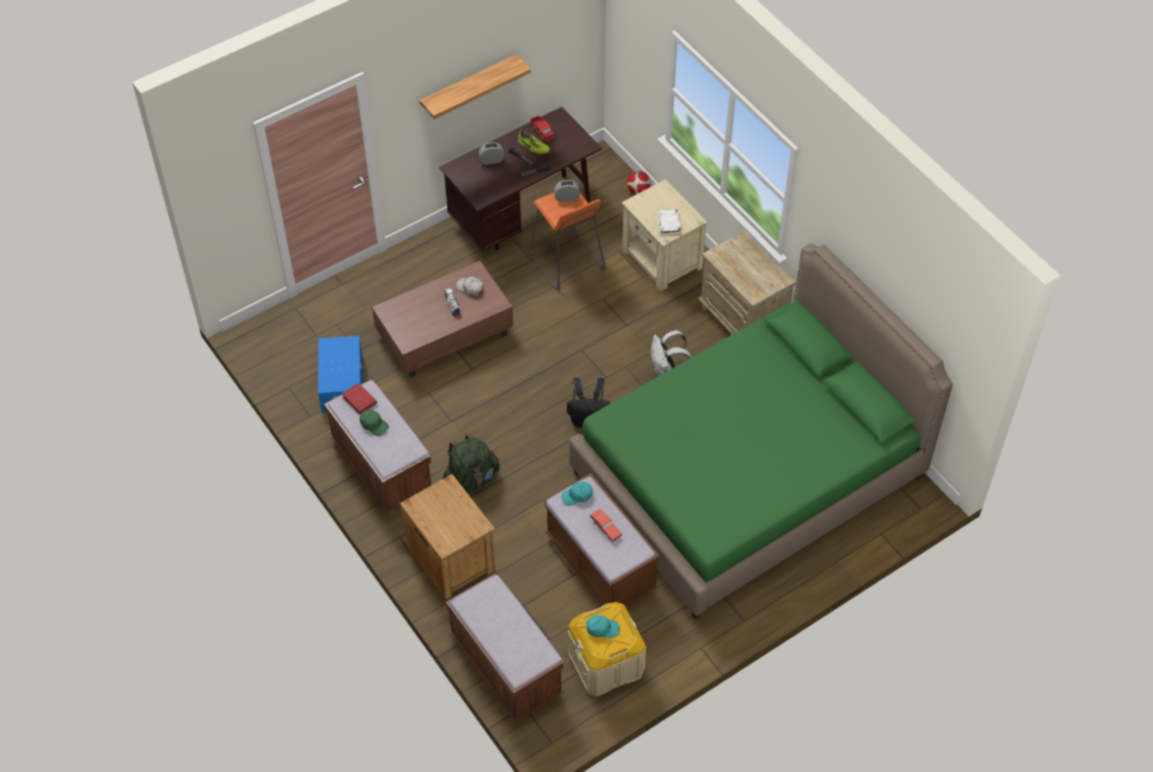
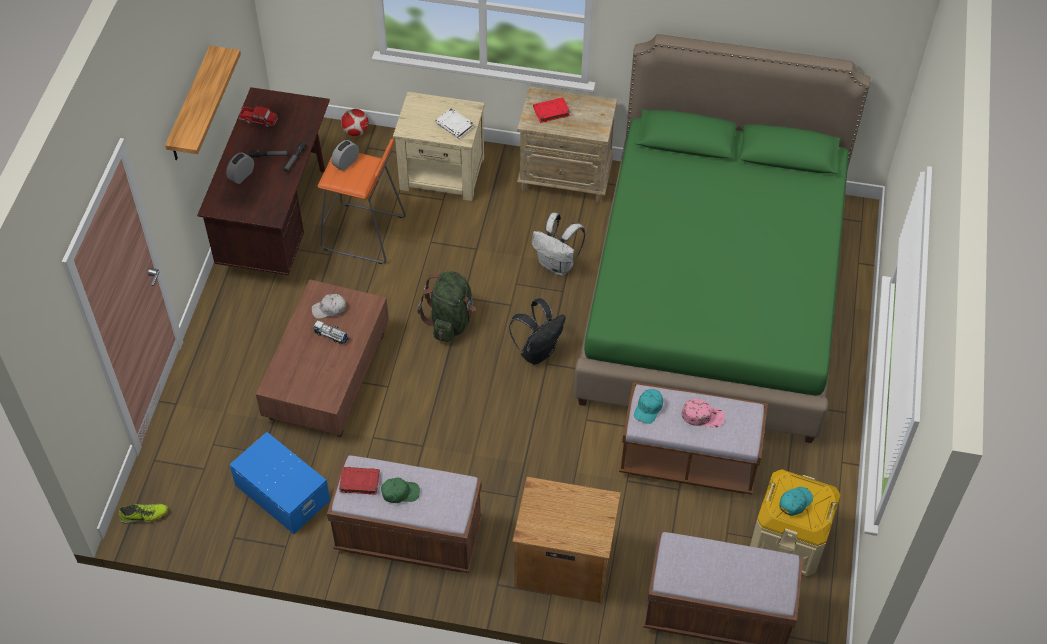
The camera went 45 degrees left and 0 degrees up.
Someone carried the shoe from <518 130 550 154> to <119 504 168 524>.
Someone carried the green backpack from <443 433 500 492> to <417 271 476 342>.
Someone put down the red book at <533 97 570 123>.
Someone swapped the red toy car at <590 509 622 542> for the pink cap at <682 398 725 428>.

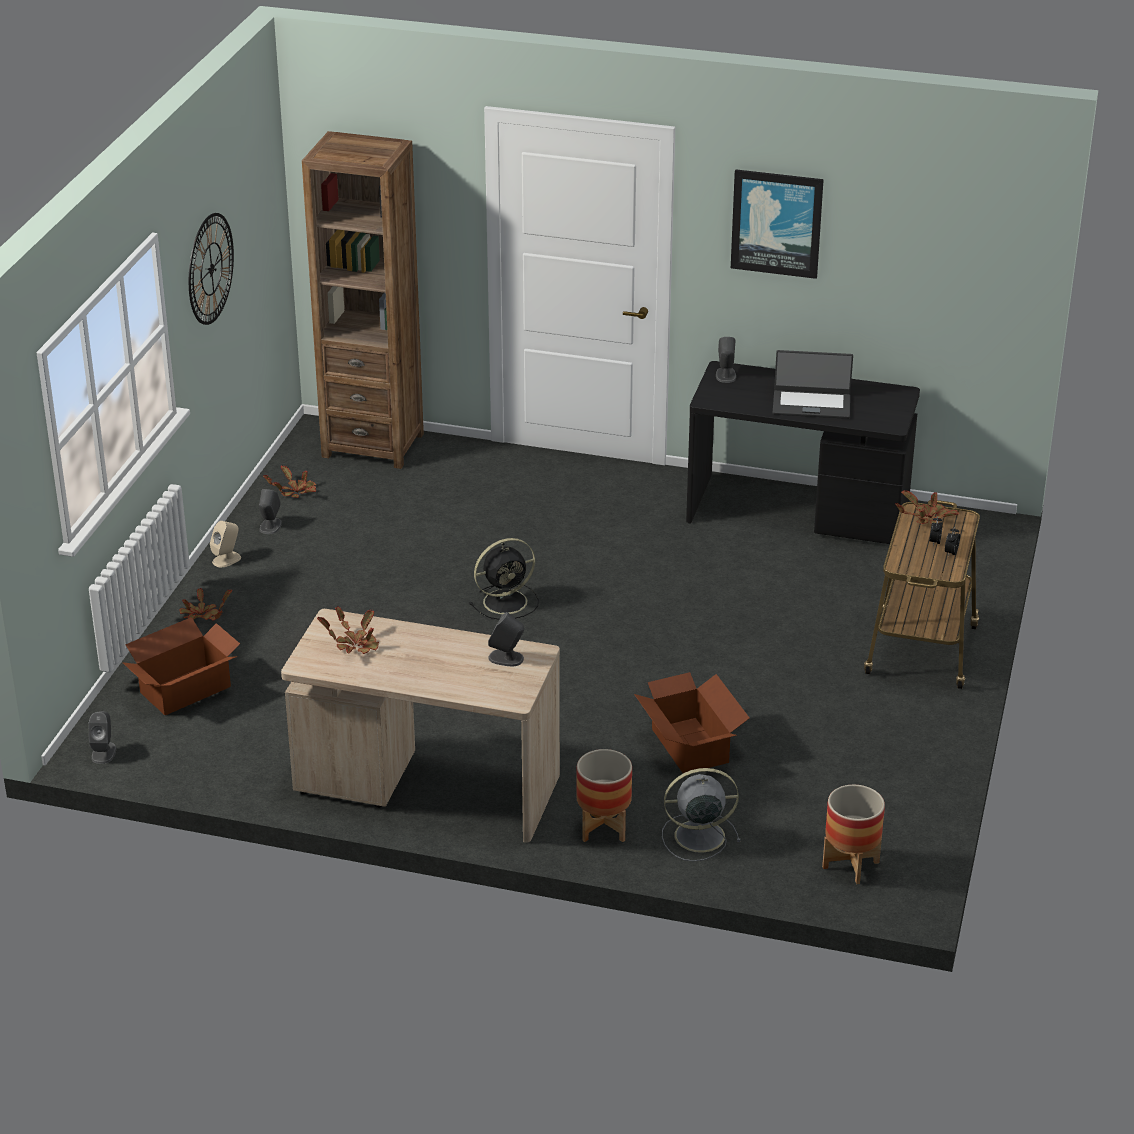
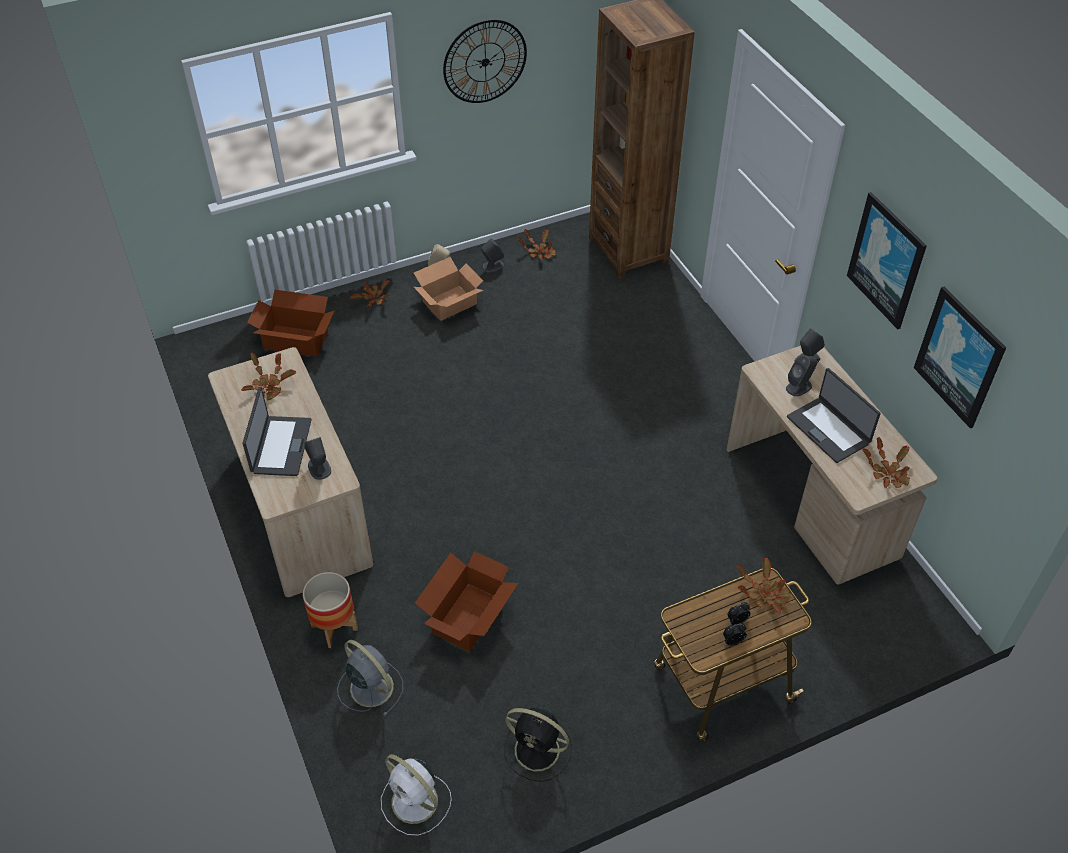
The camera went 50 degrees right and 15 degrees up.
Someone put down the laptop at <243 387 311 476>.
Someone swapped the planter at <822 785 885 884> for the white fan at <381 754 452 836>.
Someone put down the cardboard box at <414 257 483 321>.
Someone carried the black fan from <469 538 539 620> to <504 707 572 782>.
Someone repainted the black desk at <686 361 920 544>, which became the beige desk at <727 346 937 585>.
Someone carried the grey speaker from <89 711 116 764> to <786 355 817 396>.
Someone put down the potted plant at <862 437 910 488>.
Someone put up the picture at <914 287 1006 428>.

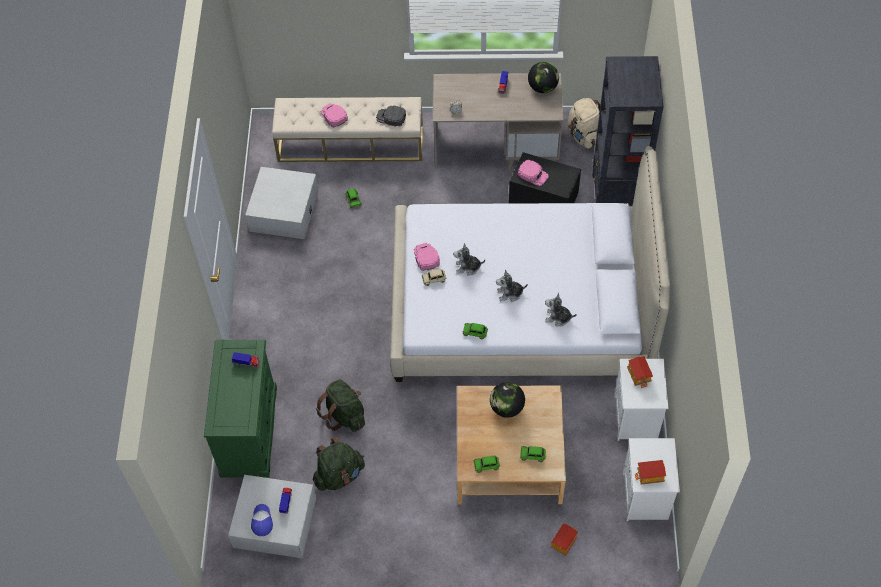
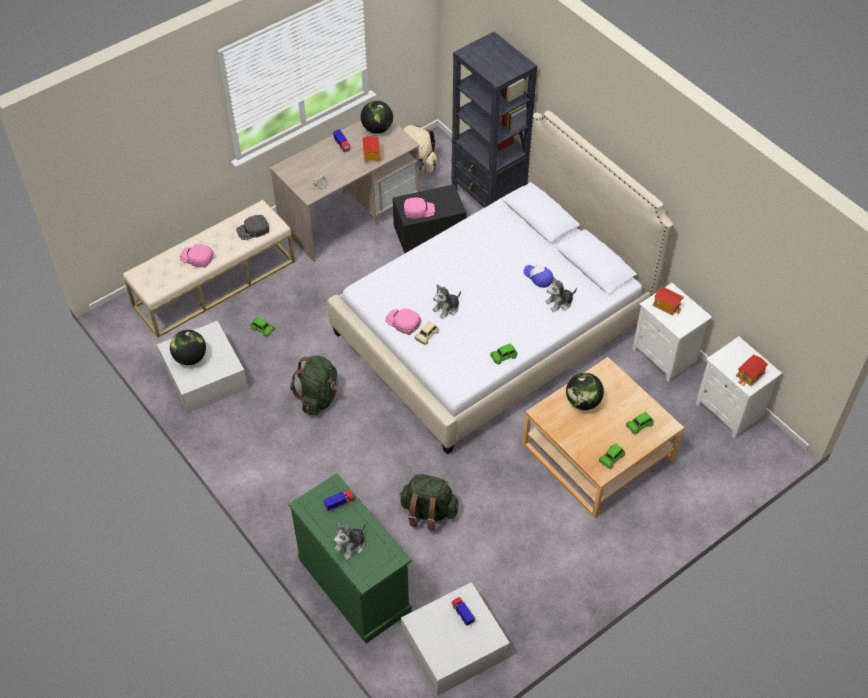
The camera went 40 degrees left and 5 degrees down.
Someone put down the globe at <170 330 206 365>.
Someone carried the green backpack from <313 436 365 491> to <290 355 339 416>.
Someone carried the plush toy from <496 269 528 302> to <334 522 366 560>.
Someone carried the toy house from <550 523 578 556> to <362 136 381 162>.
Someone carried the cap from <251 504 273 536> to <523 265 553 288>.

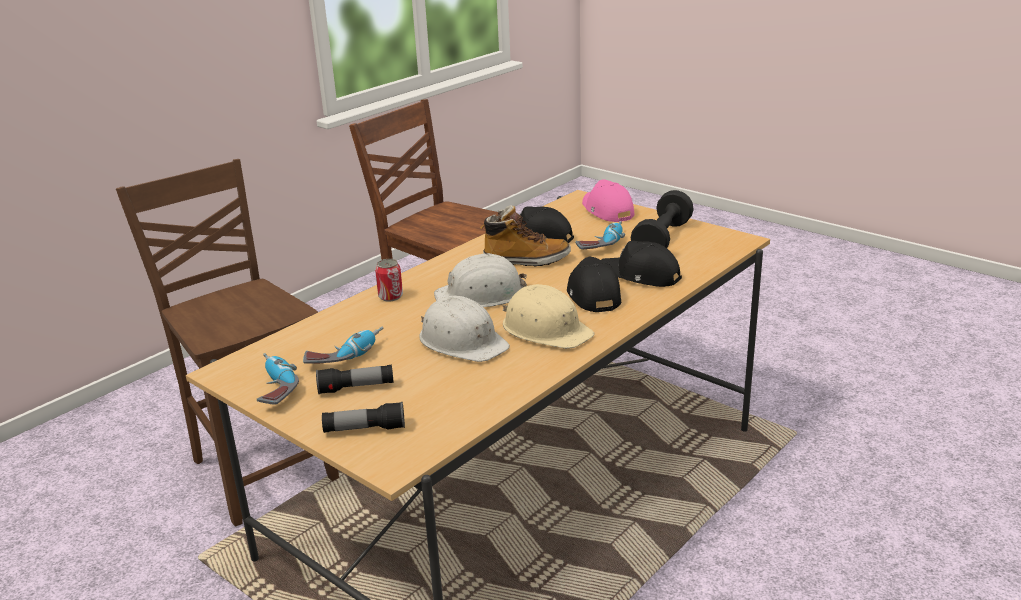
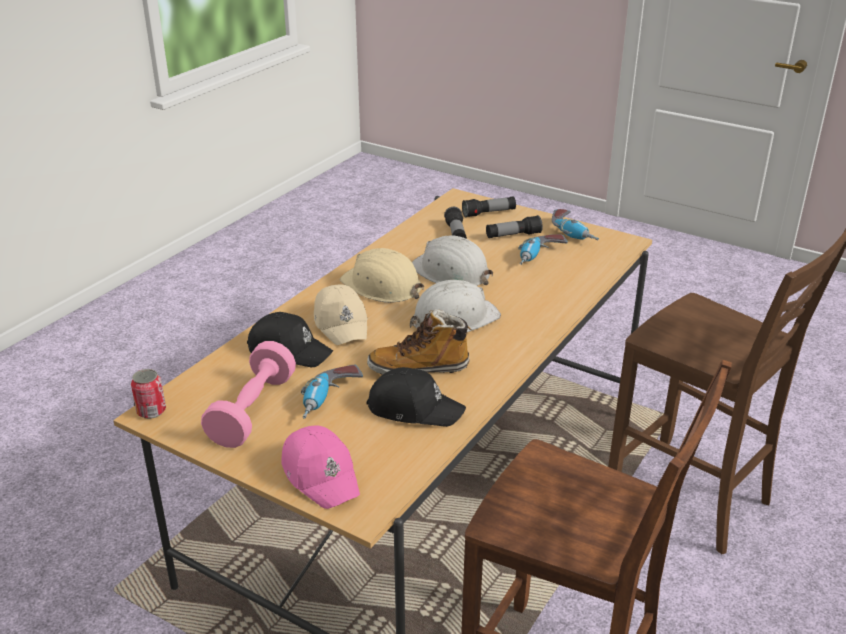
The camera went 170 degrees right and 5 degrees up.
Someone carried the can from <375 259 403 301> to <131 369 166 419>.
Someone repainted the black dumbbell at <631 190 694 248>, which became the pink dumbbell at <201 341 296 448>.
Someone repainted the black cap at <567 257 621 312>, which became the beige cap at <314 285 368 345>.
Someone put down the flashlight at <444 207 467 239>.

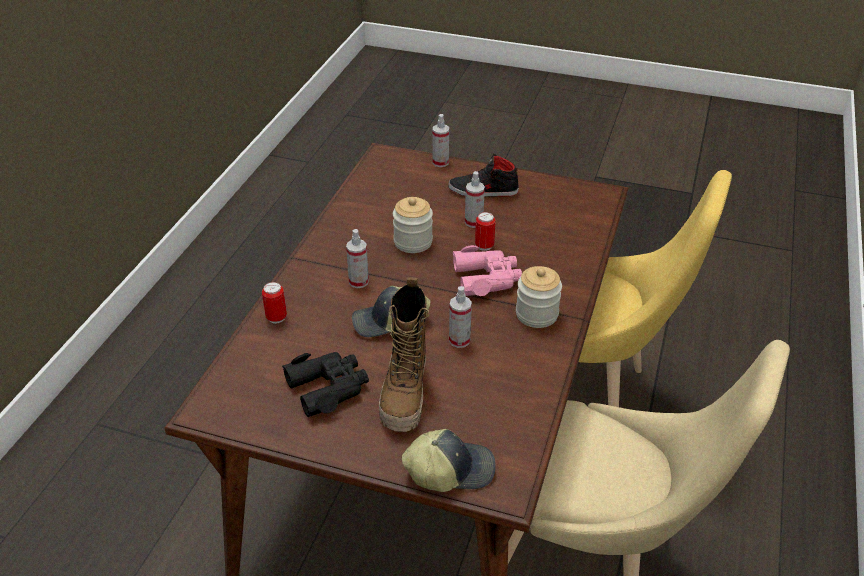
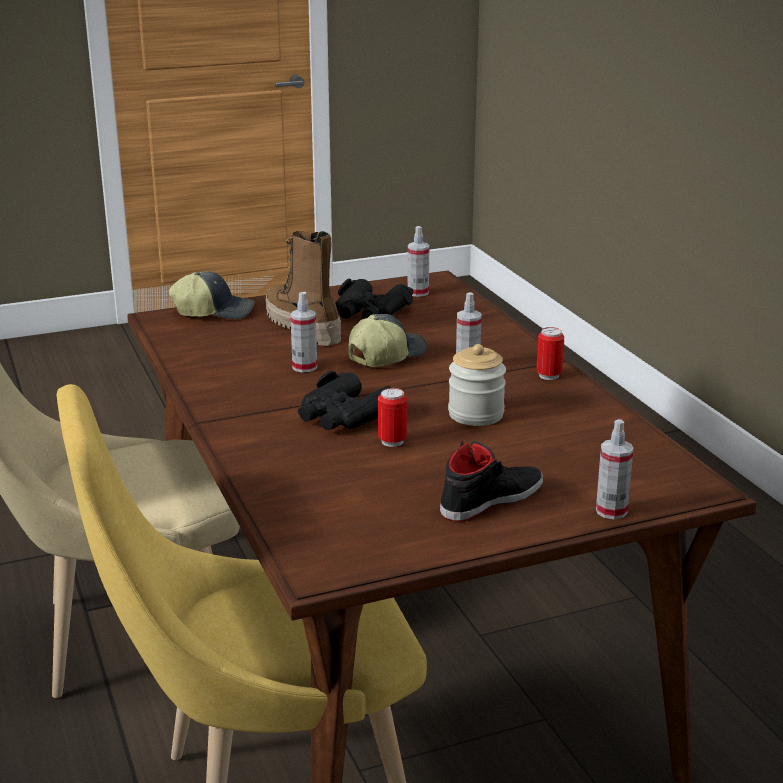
The camera went 140 degrees right and 15 degrees down.
Someone rotated the cap at <402 429 496 492> by 135 degrees counterclockwise.
Someone repainted the pink binoculars at <453 245 522 296>, which became the black binoculars at <298 371 393 430>.
Someone carried the spray bottle from <465 171 485 228> to <407 226 429 297>.
Someone carried the can from <262 282 287 323> to <536 327 564 380>.
Someone took away the jar at <516 266 562 328>.

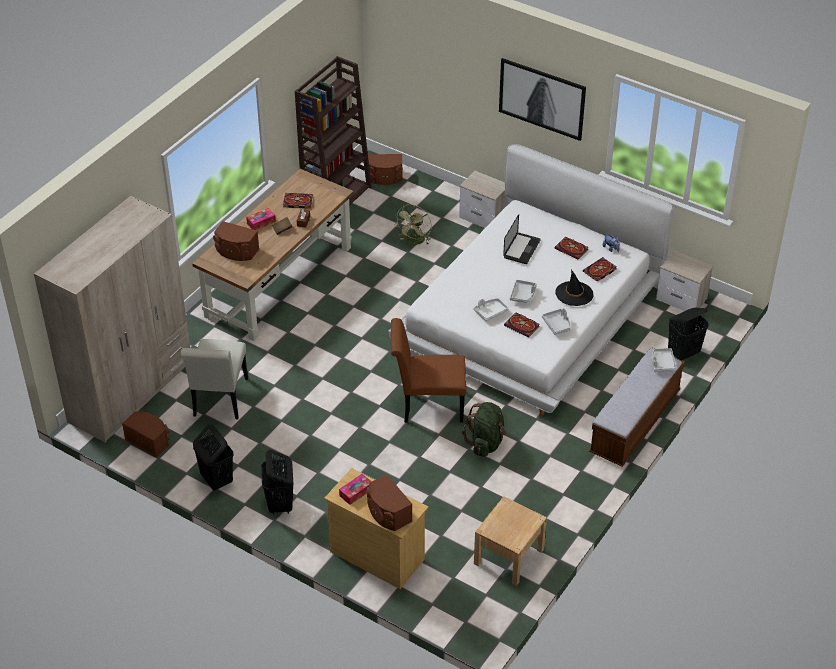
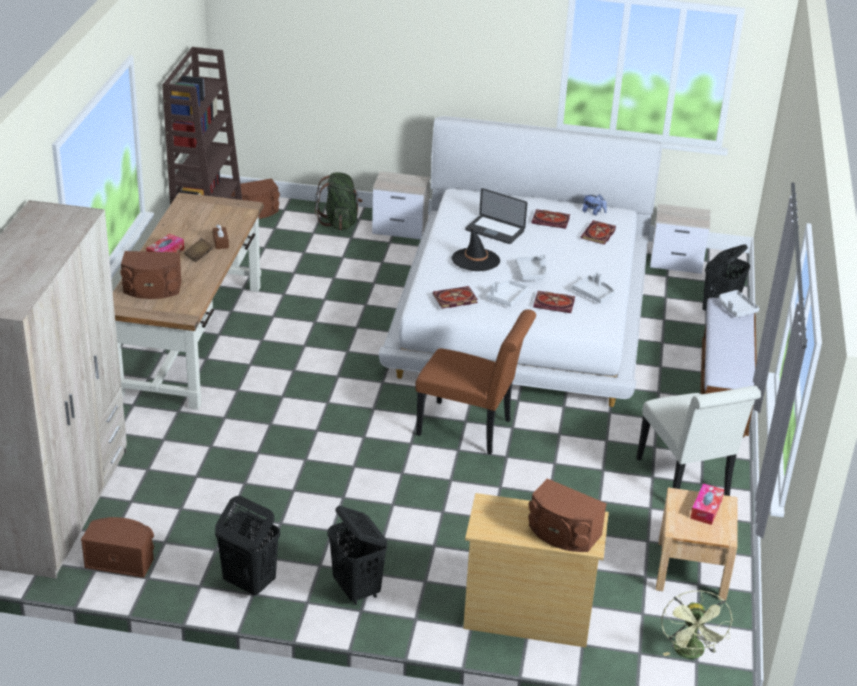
The camera went 25 degrees left and 10 degrees down.
Someone carried the green backpack from <462 402 507 457> to <315 172 363 230>.
Someone rotated the brown chair at <391 318 467 423> by 135 degrees counterclockwise.
Someone carried the book from <283 193 313 208> to <433 286 478 308>.
Someone carried the black hat from <555 270 594 306> to <452 226 500 271>.
Someone rotated the laptop at <503 214 541 264> by 120 degrees clockwise.
Someone carried the white chair from <181 339 248 419> to <636 386 761 496>.
Someone carried the green fan from <394 204 432 245> to <661 590 733 659>.
Someone carried the tissue box from <339 474 371 505> to <690 483 724 525>.
Someone took away the picture at <499 58 586 141>.

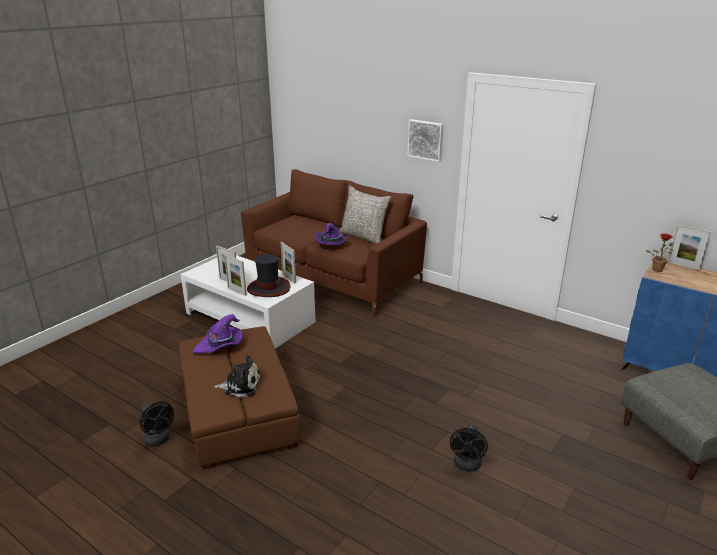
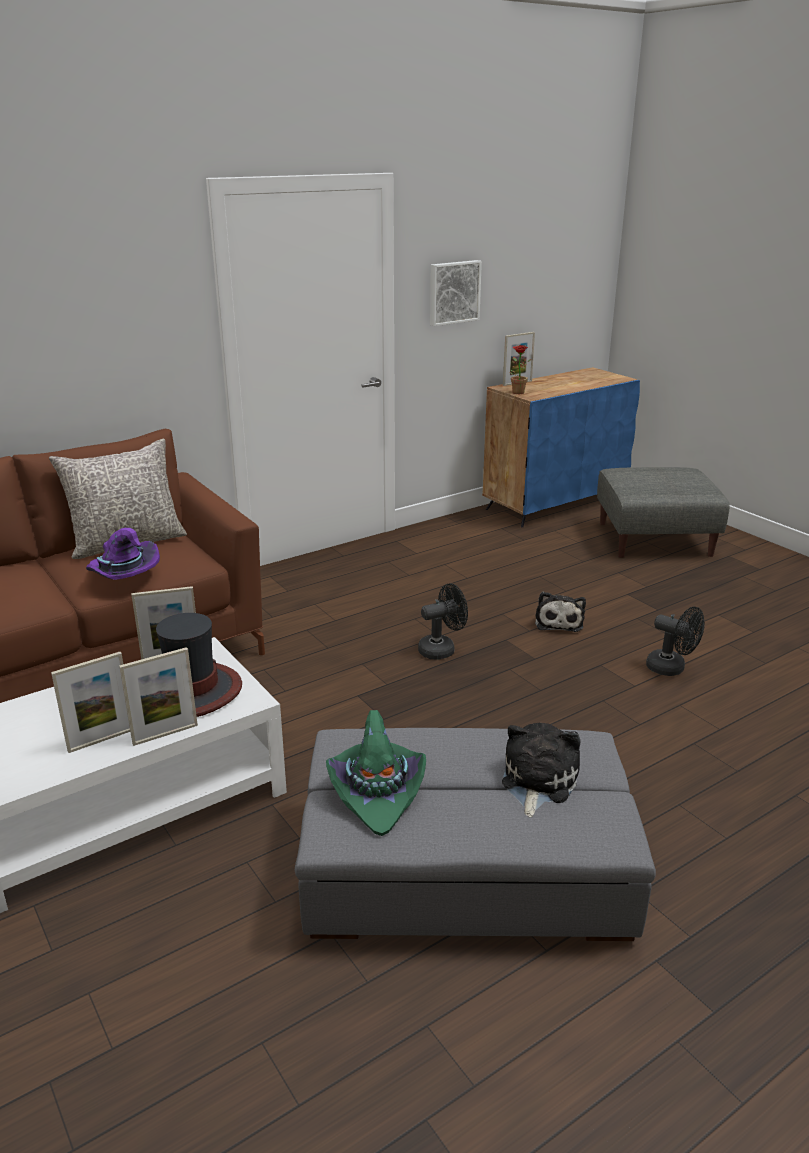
The camera went 70 degrees left and 0 degrees up.
Someone repainted the brown ottoman at <178 326 300 469>, which became the grey ottoman at <295 728 656 941>.
Someone repainted the purple hat at <193 314 243 354>, which became the green hat at <326 710 426 836>.
Someone carried the black fan from <140 402 174 447> to <418 583 468 660>.
Someone carried the picture from <407 119 444 162> to <430 260 482 326>.
Someone put down the plush toy at <535 592 586 632>.

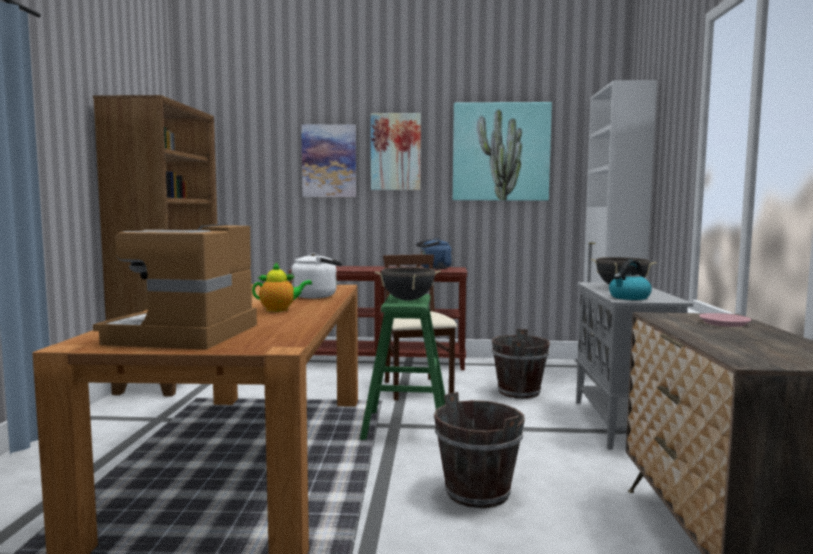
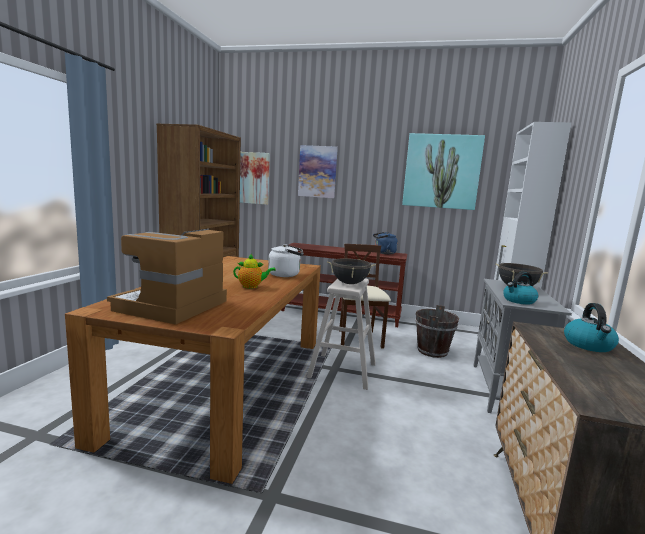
The camera went 10 degrees right and 5 degrees up.
Someone carried the picture from <371 113 421 190> to <240 152 270 205>.
Someone repainted the green stool at <360 294 445 440>, which became the beige stool at <307 278 376 390>.
Someone swapped the pink plate at <699 313 751 327> for the kettle at <564 303 619 352>.
Someone took away the brown bucket at <434 392 525 508>.

